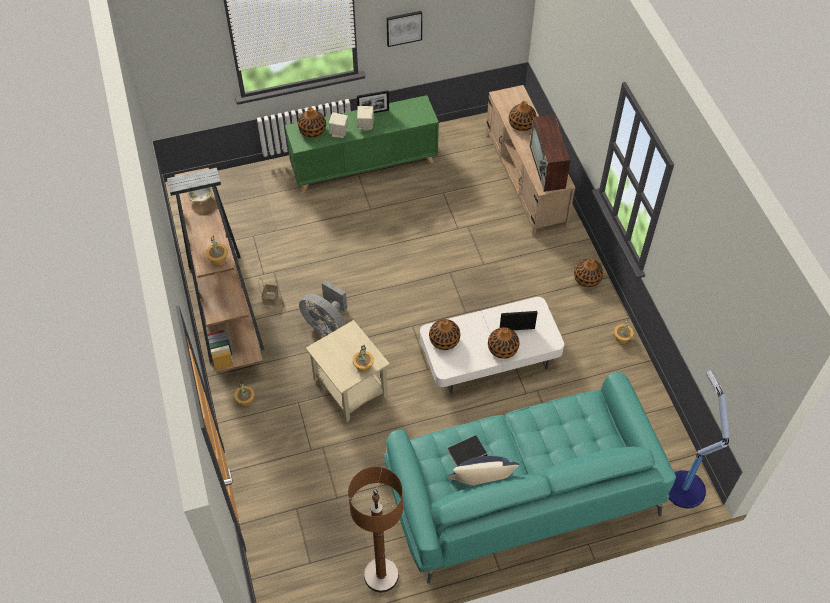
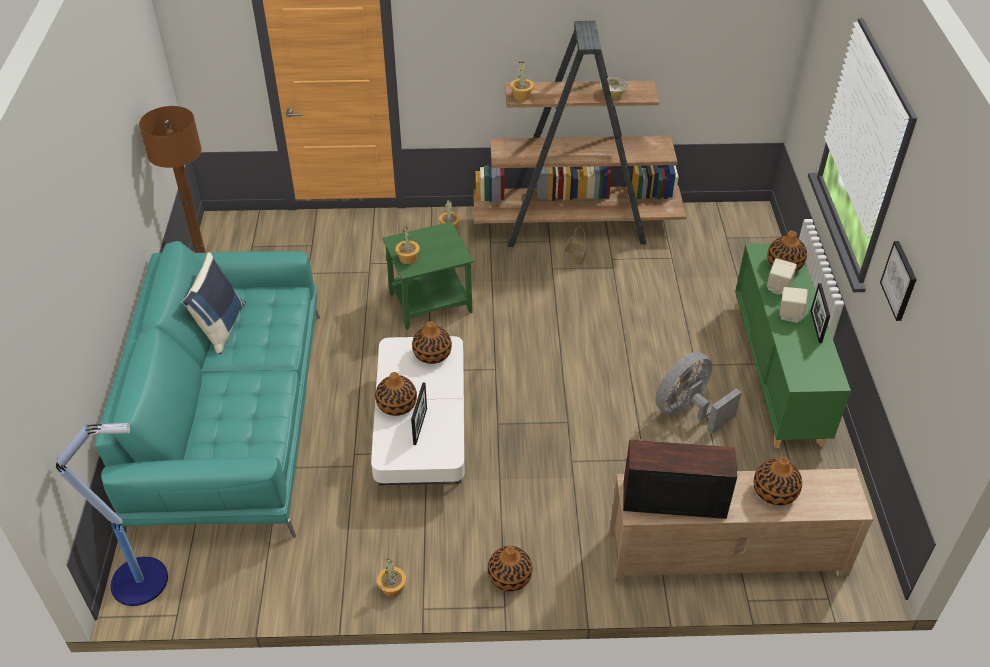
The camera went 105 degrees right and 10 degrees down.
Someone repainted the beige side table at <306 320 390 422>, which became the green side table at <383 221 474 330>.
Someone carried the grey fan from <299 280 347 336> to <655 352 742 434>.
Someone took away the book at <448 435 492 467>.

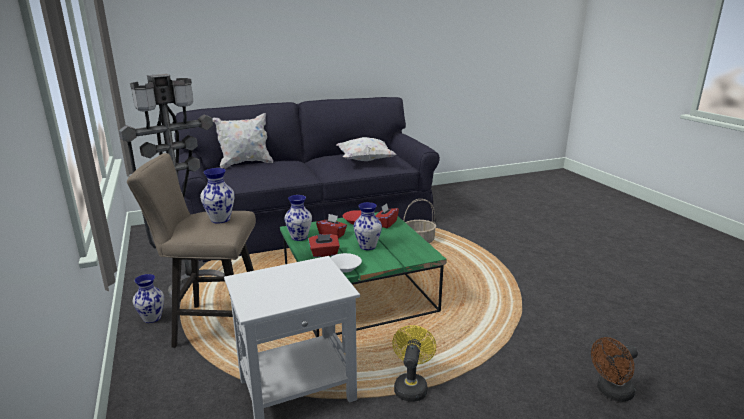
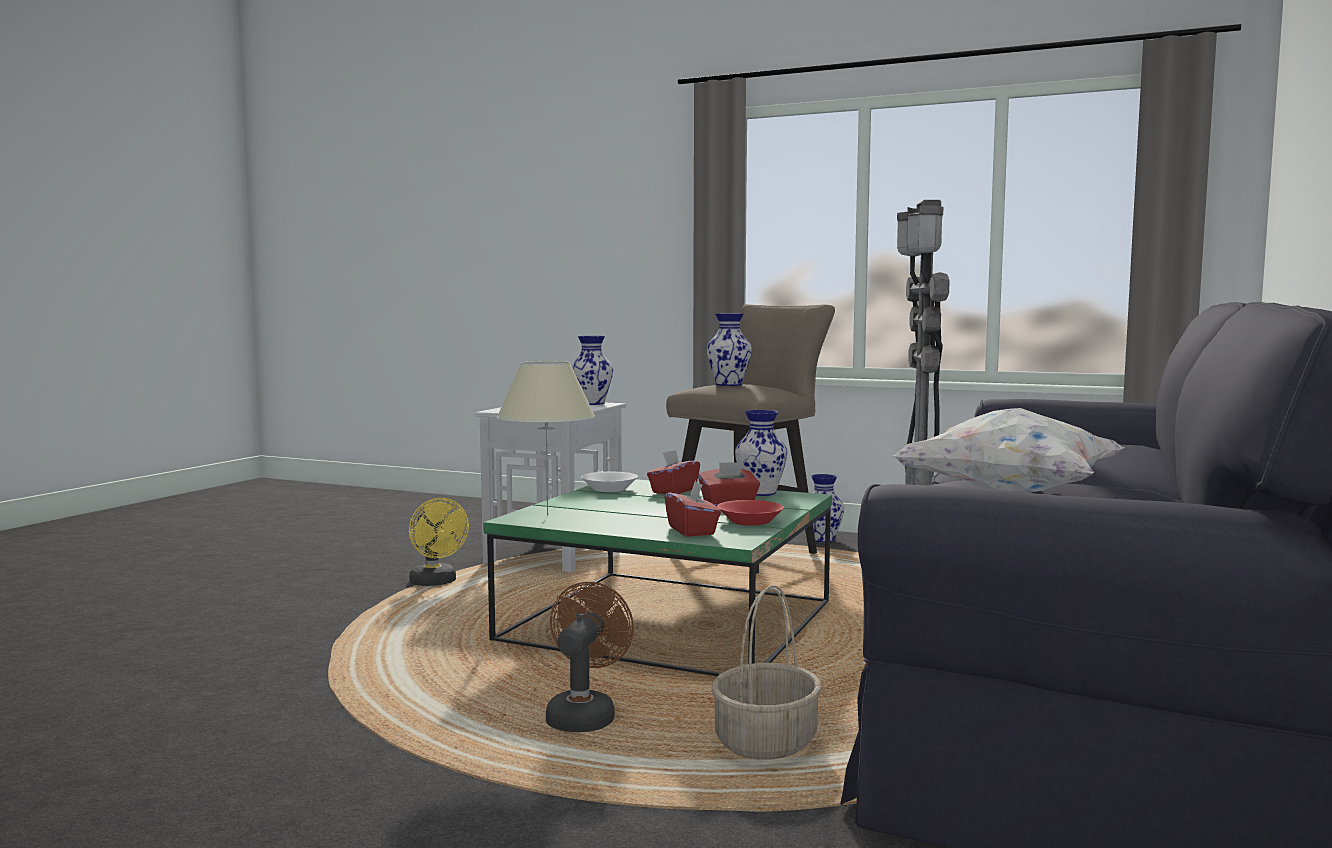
The camera went 135 degrees right and 15 degrees down.
Someone put down the beige table lamp at <497 361 595 515>.
Someone carried the brown fan from <591 337 638 402> to <546 582 634 732>.
Someone carried the vase from <354 202 382 250> to <571 336 613 405>.
Someone took away the white pillow at <212 113 273 169>.

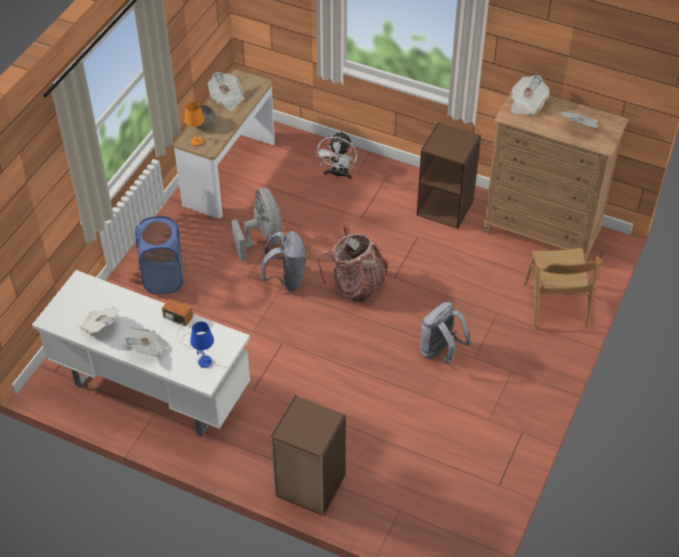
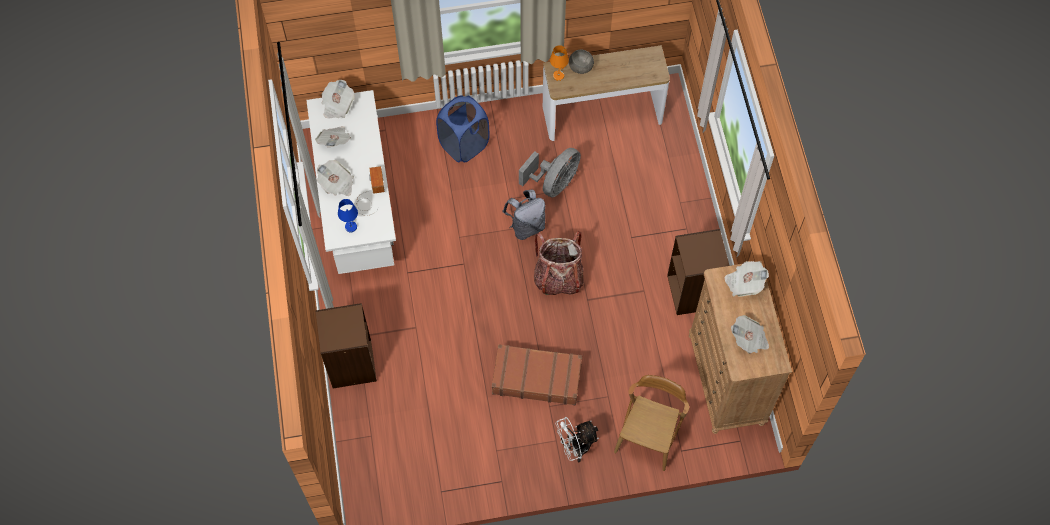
The camera went 55 degrees right and 15 degrees up.
Someone carried the newspaper from <208 72 244 110> to <321 80 355 118>.
Someone swapped the grey backpack at <419 302 471 364> for the brown suitcase at <492 345 582 406>.
Someone carried the white fan from <316 131 357 179> to <555 417 599 462>.
Someone rotated the brown chair at <523 248 601 331> by 150 degrees clockwise.

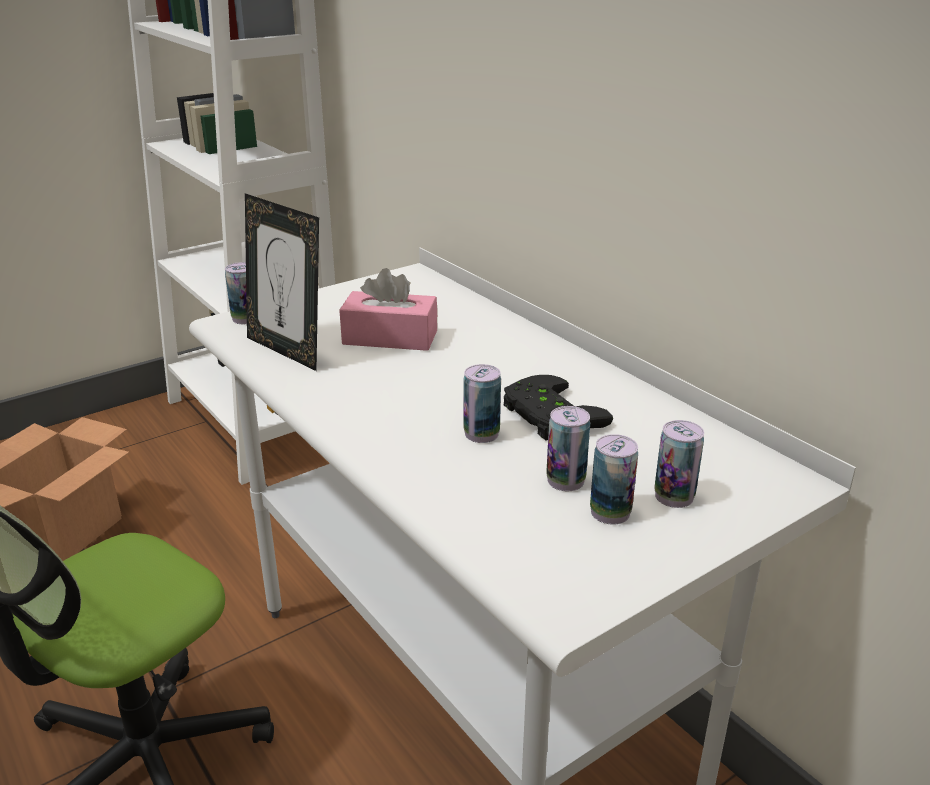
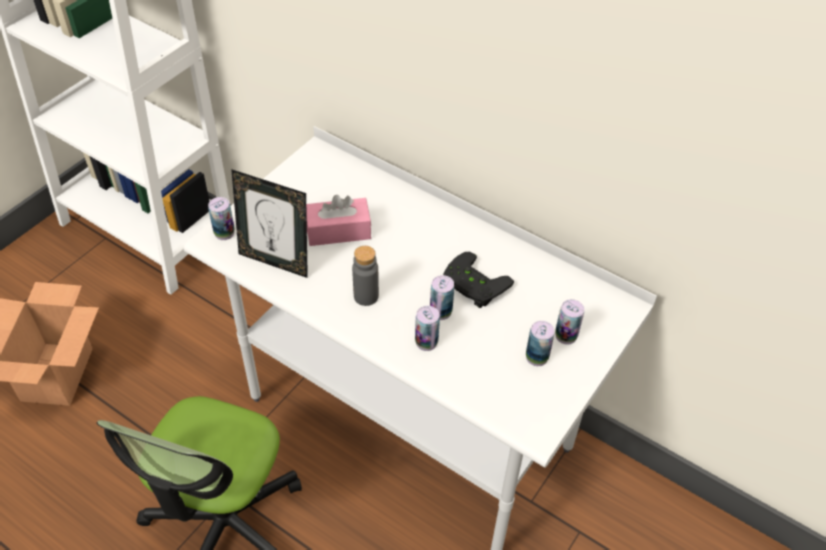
The camera went 20 degrees left and 20 degrees up.
Someone put down the grey bottle at <352 246 379 306>.
Someone carried the can from <546 406 590 491> to <415 306 440 351>.

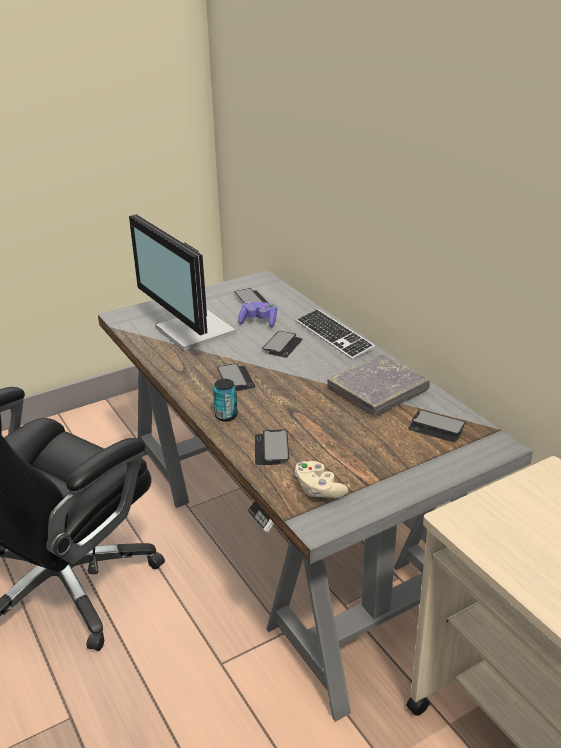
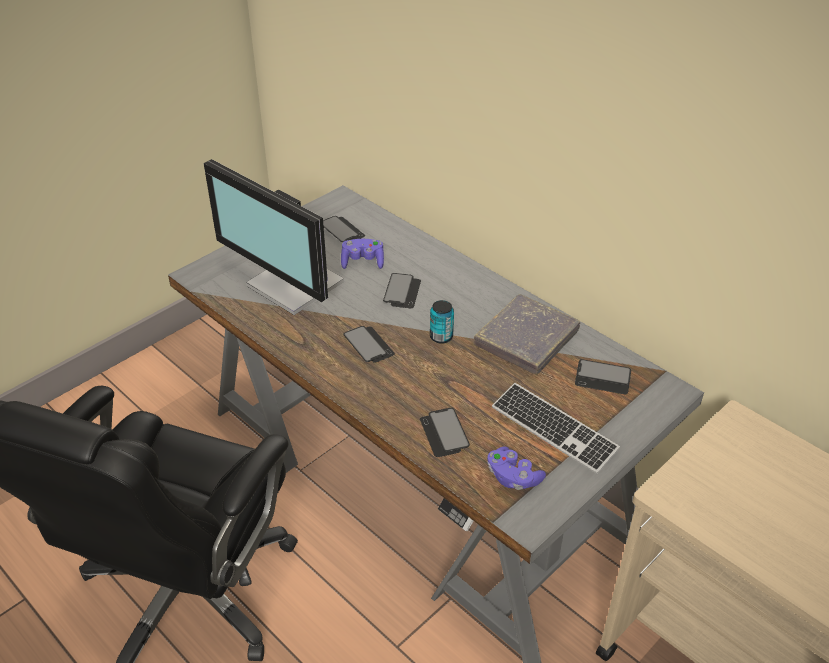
The camera went 15 degrees left and 10 degrees up.
Someone carried the can from <213 379 238 422> to <430 300 454 344>.
Someone repainted the beige game controller at <295 461 348 499>, which became the purple game controller at <487 446 546 490>.
Someone carried the keyboard from <296 309 375 360> to <492 383 620 474>.

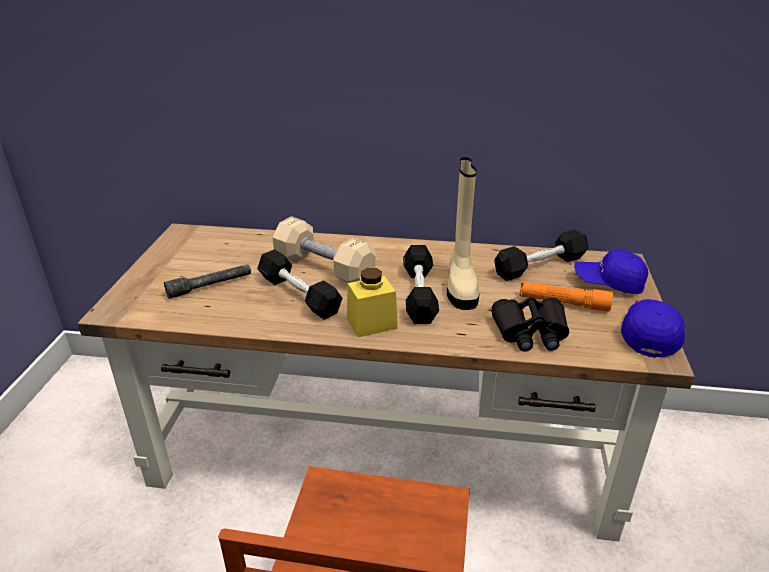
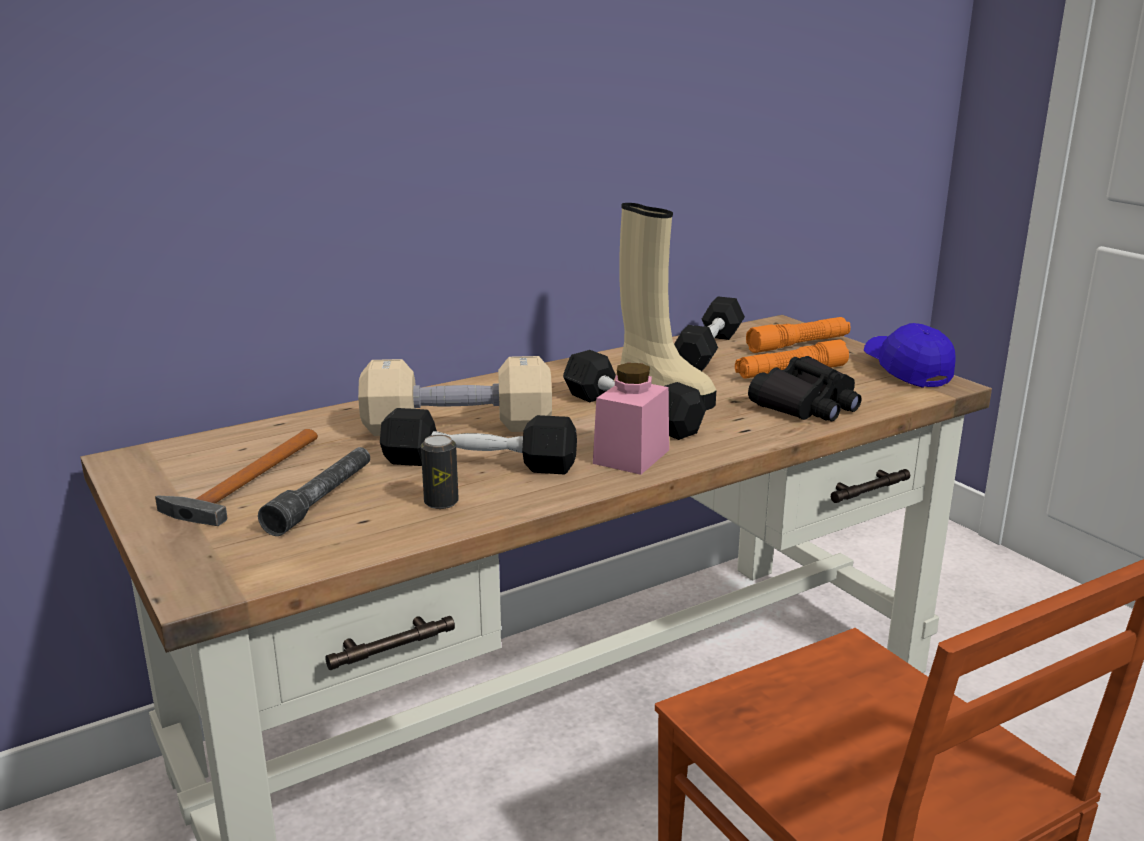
The camera went 40 degrees left and 10 degrees down.
Someone put down the hammer at <155 429 318 526>.
Someone put down the can at <421 435 459 509>.
Someone repainted the yellow jar at <347 268 398 337>, which became the pink jar at <593 363 669 475>.
Someone swapped the blue cap at <574 249 648 294> for the orange flashlight at <746 317 851 353>.

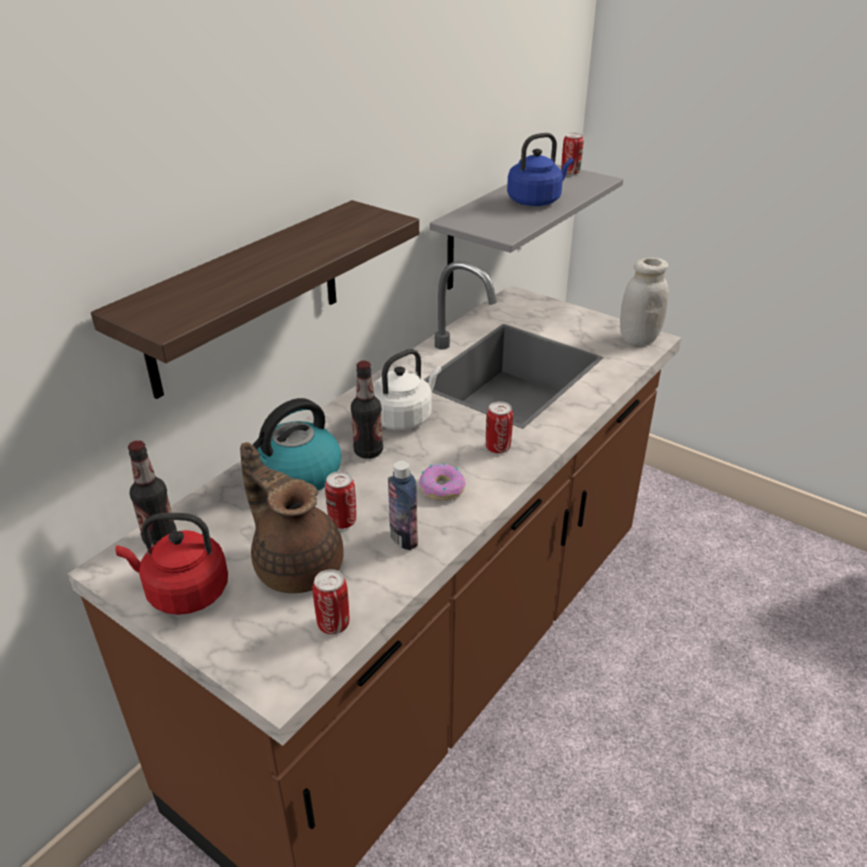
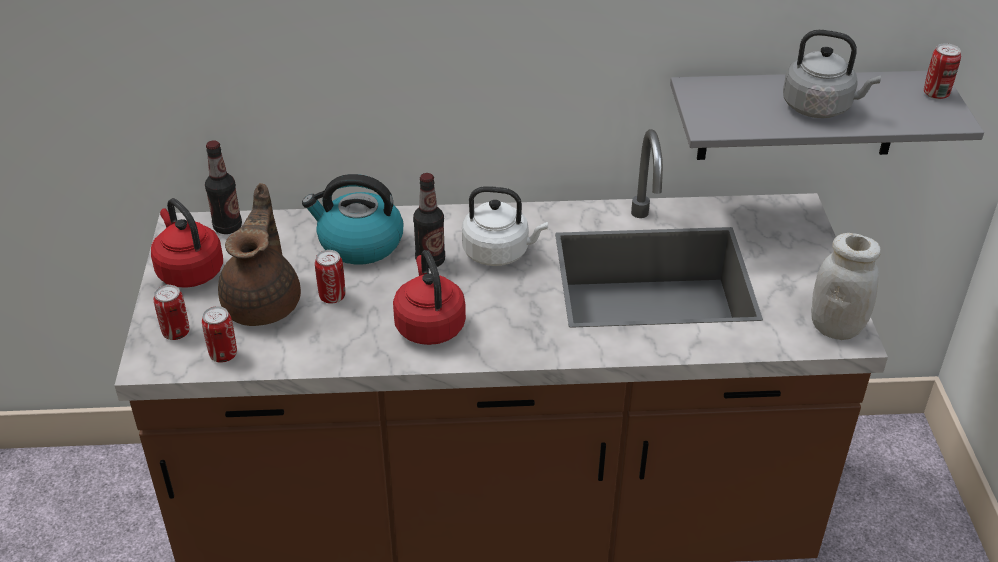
The camera went 50 degrees right and 5 degrees up.
Someone carried the can from <486 401 513 454> to <154 285 189 340>.
Someone swapped the donut at <419 464 466 500> for the red kettle at <393 250 466 345>.
Someone repainted the blue kettle at <507 133 574 206>, which became the grey kettle at <783 30 881 118>.
Someone took away the shelf at <91 200 419 399>.
Someone took away the bottle at <388 461 418 550>.

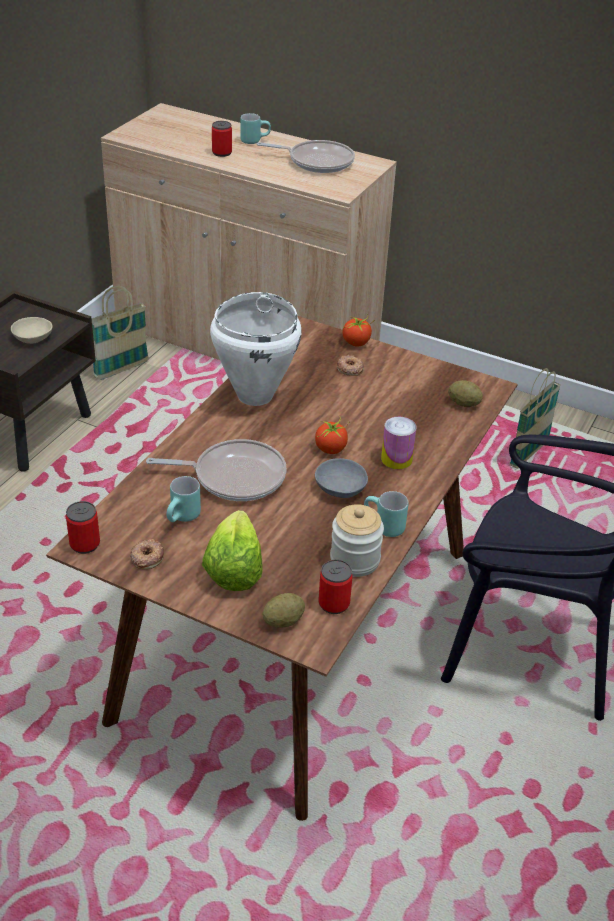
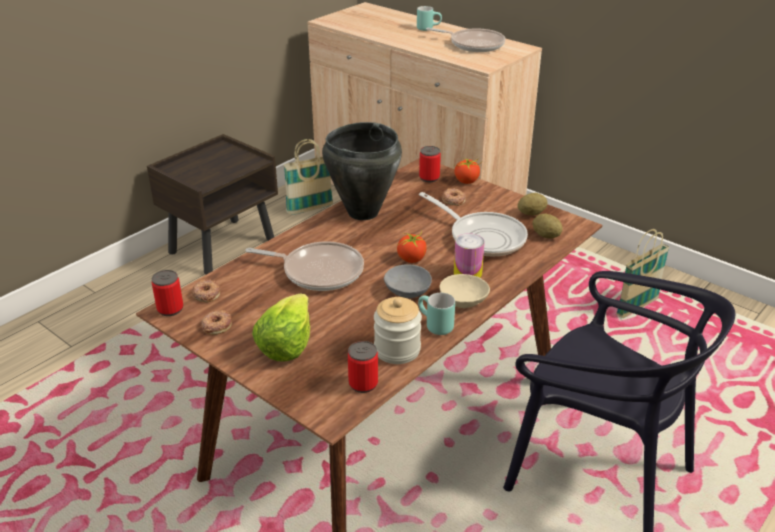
The camera went 15 degrees right and 5 degrees down.
Someone put down the donut at <192 279 220 302>.
Someone repainted the white cooking pot at <210 292 302 406>, which became the black cooking pot at <322 122 402 220>.
Someone carried the can from <212 121 232 157> to <419 146 441 182>.
Someone put down the frying pan at <419 192 528 257>.
Someone carried the beige bowl from <11 317 53 344> to <439 274 490 308>.
Someone carried the potato from <262 593 305 627> to <518 193 548 216>.
Someone took away the turquoise mug at <166 476 201 522>.

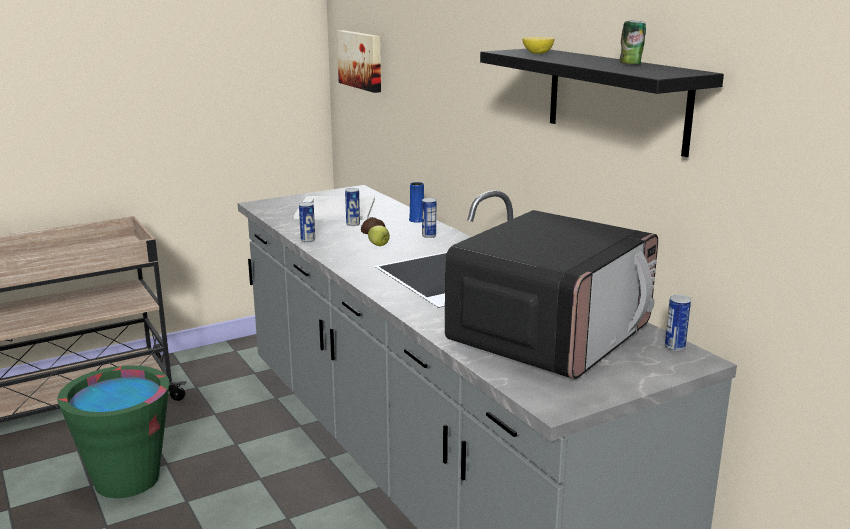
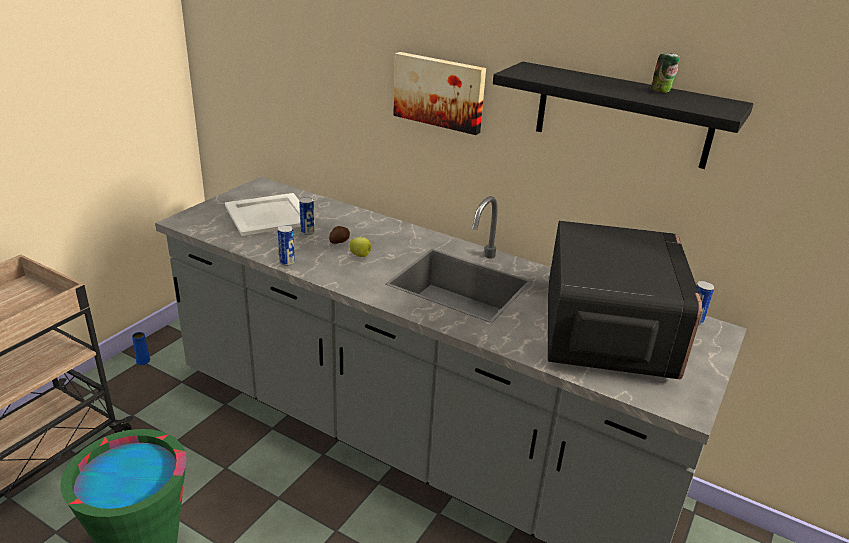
The camera went 30 degrees left and 10 degrees up.
Someone carried the blue vase from <409 182 424 223> to <132 332 150 365>.
Someone carried the picture from <337 30 381 93> to <393 52 486 135>.
Someone took away the can at <422 198 436 238>.
Someone took away the lemon at <522 37 555 54>.

